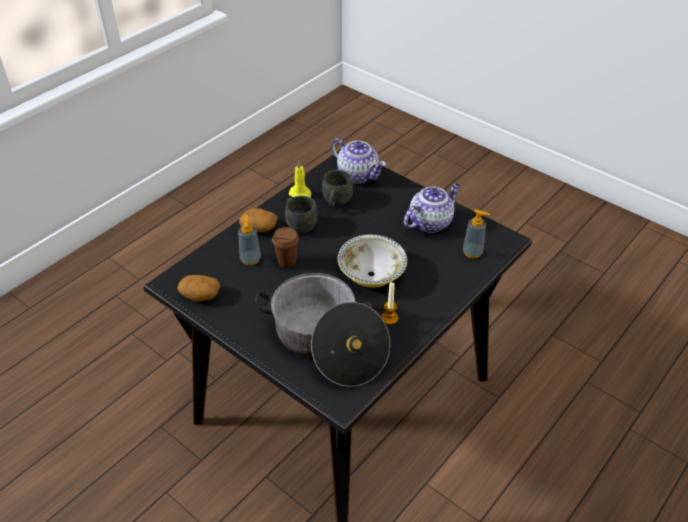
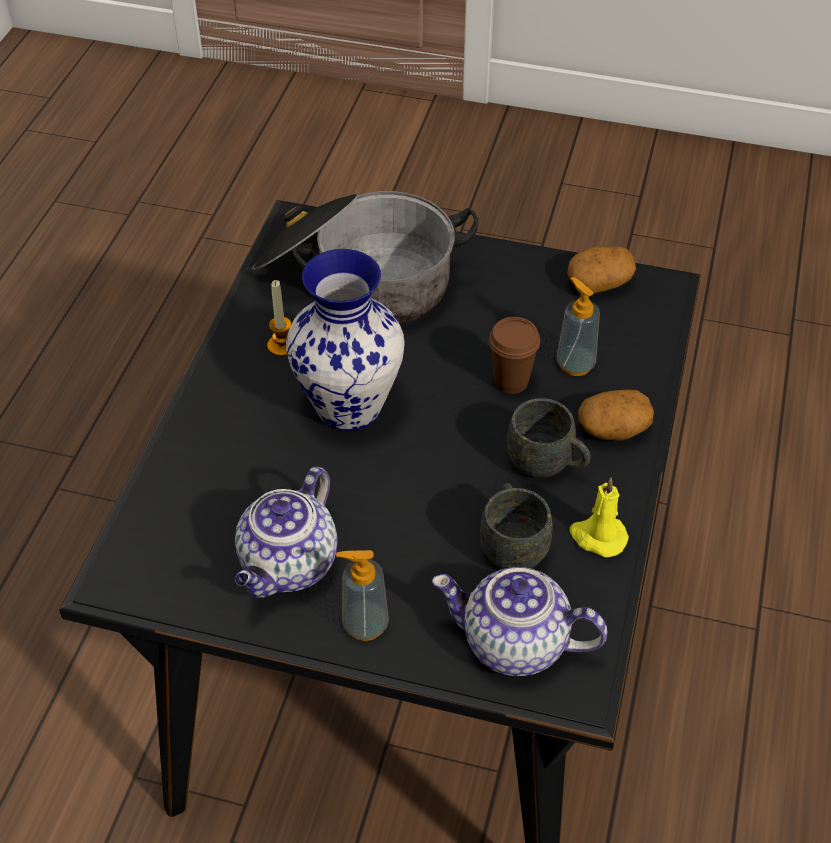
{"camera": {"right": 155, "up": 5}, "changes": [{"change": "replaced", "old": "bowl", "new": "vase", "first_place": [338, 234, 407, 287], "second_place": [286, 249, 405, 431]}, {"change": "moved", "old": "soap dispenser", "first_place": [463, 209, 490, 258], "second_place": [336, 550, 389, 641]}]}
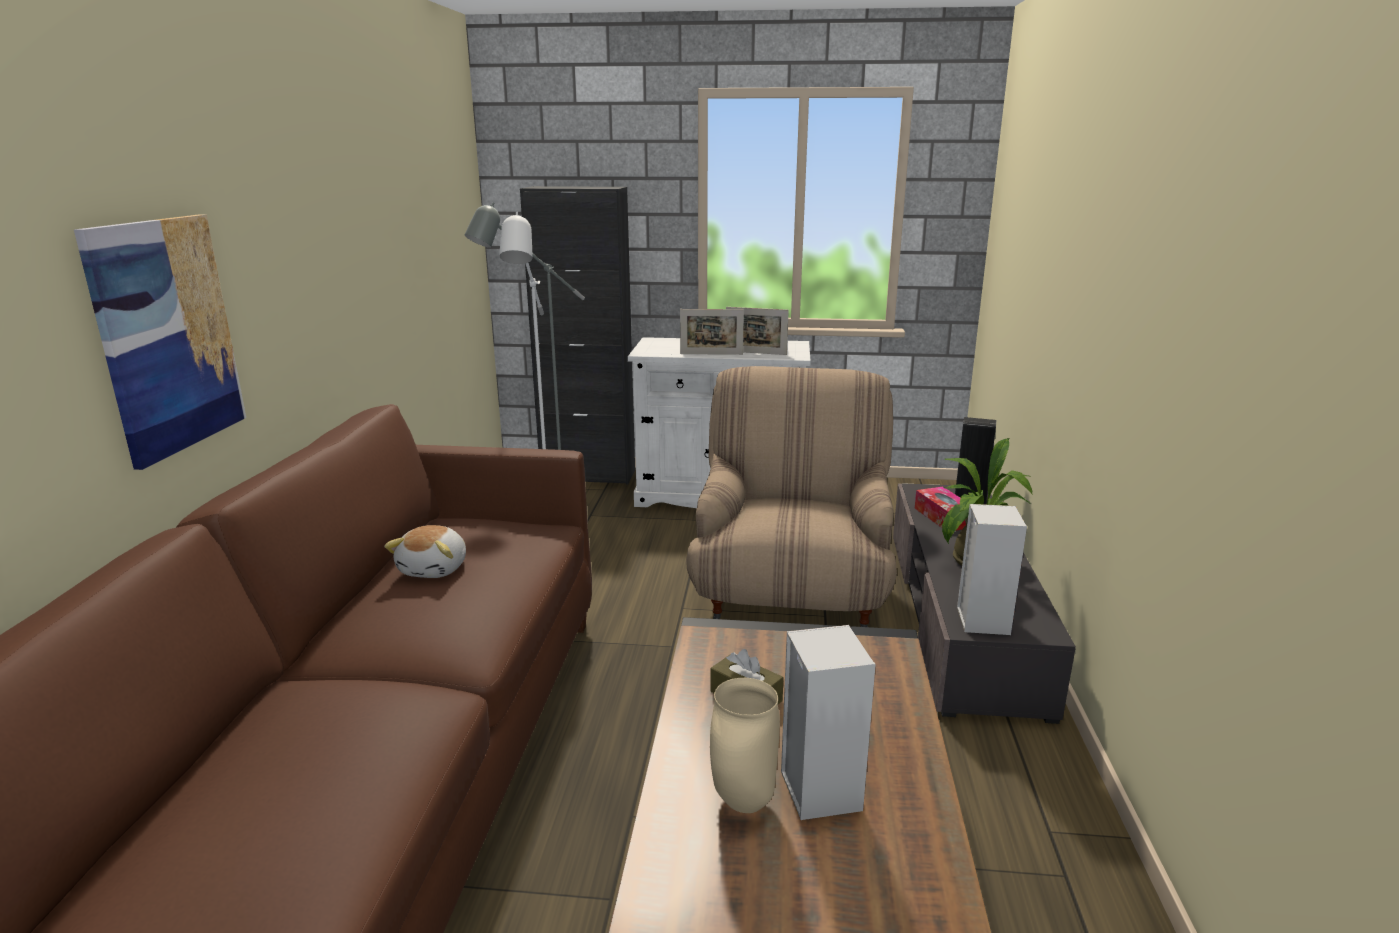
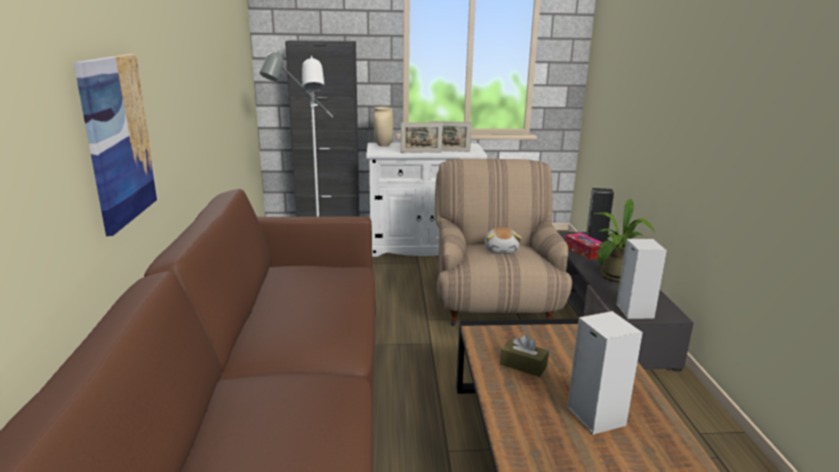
{"camera": {"right": -10, "up": 0}, "changes": [{"change": "moved", "old": "vase (beige)", "first_place": [710, 678, 780, 813], "second_place": [374, 107, 393, 147]}, {"change": "moved", "old": "plush toy", "first_place": [384, 525, 466, 578], "second_place": [485, 227, 522, 254]}]}
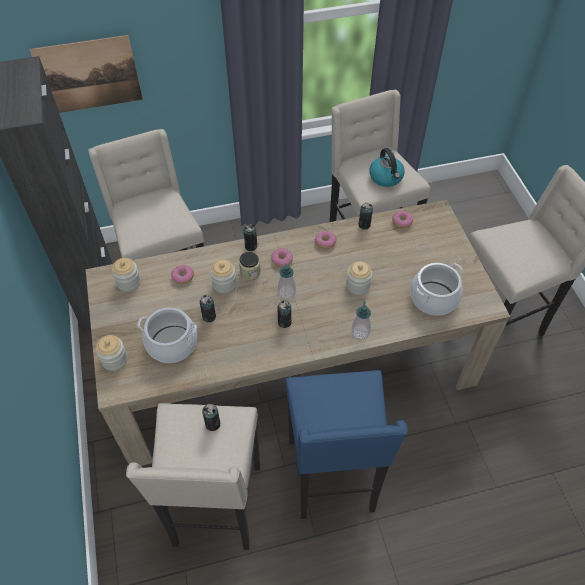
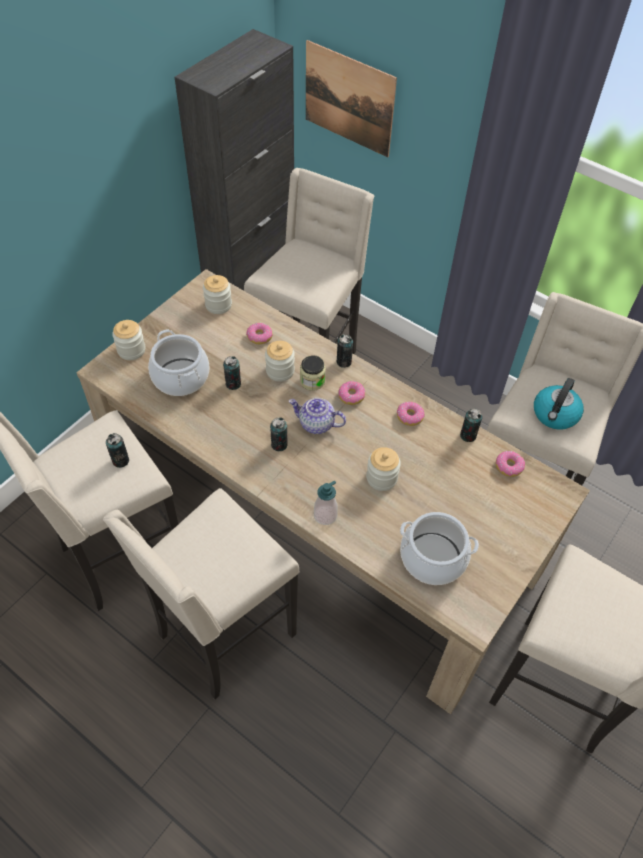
{"camera": {"right": 50, "up": 0}, "changes": [{"change": "recoloured", "old": "stool (blue)", "new": "stool (beige)", "first_place": [286, 370, 408, 519], "second_place": [103, 488, 299, 699]}, {"change": "replaced", "old": "soap dispenser", "new": "teapot", "first_place": [278, 265, 296, 299], "second_place": [289, 398, 346, 434]}]}
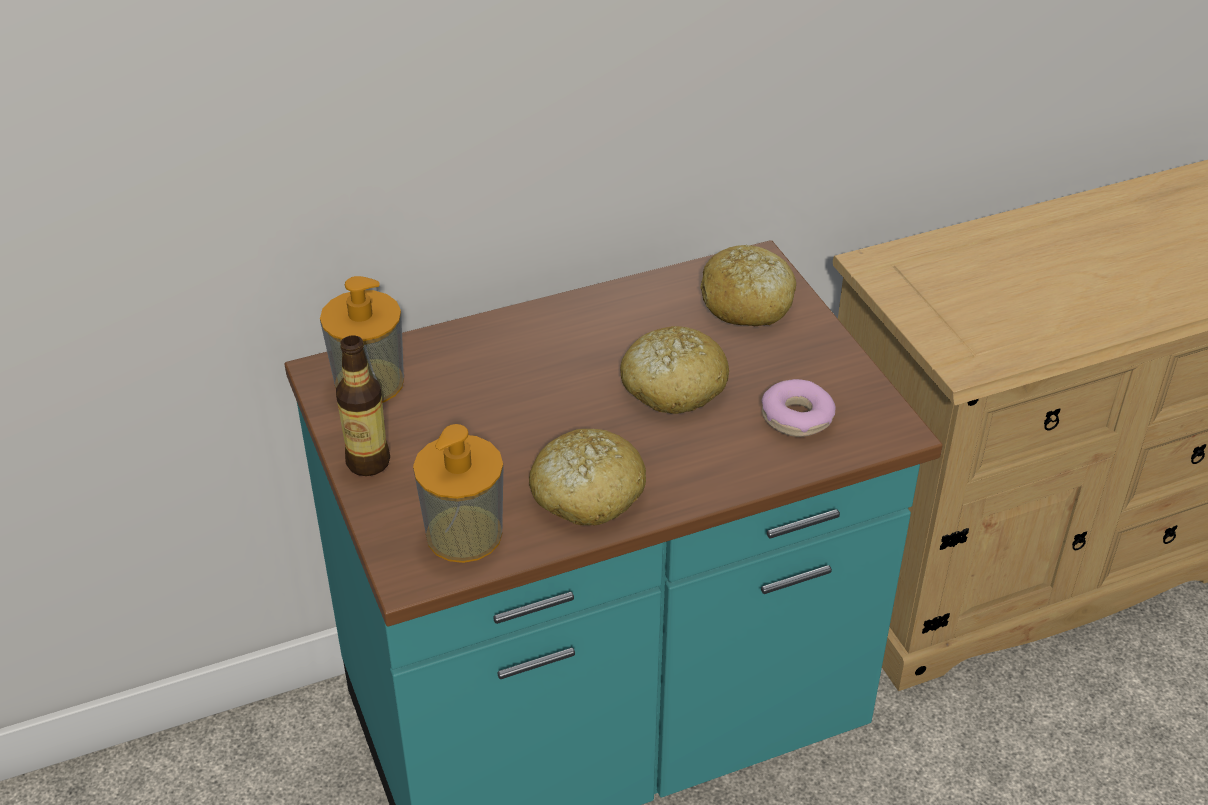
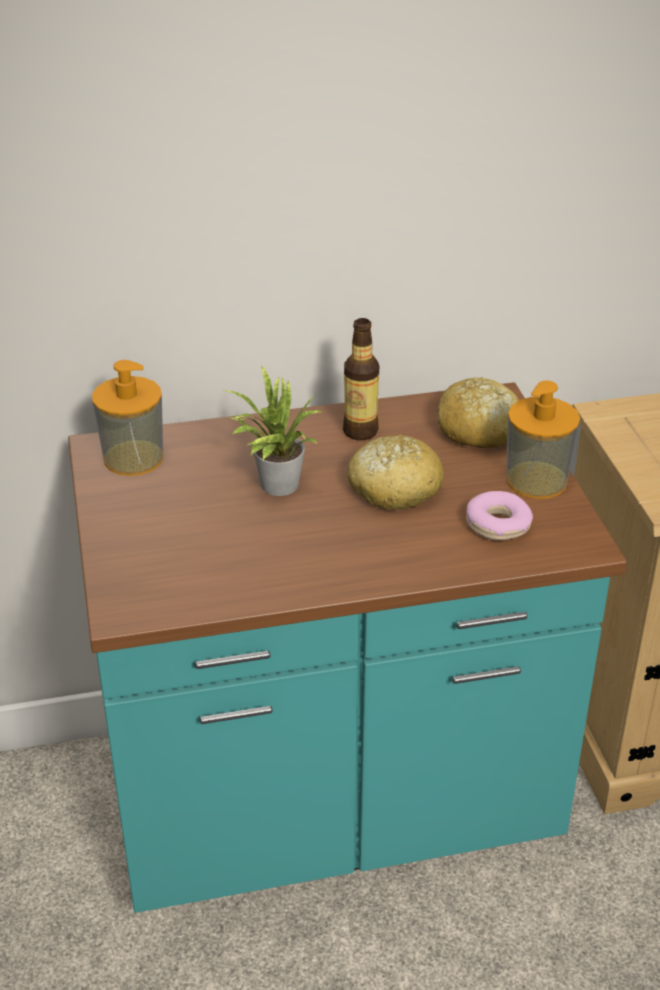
{"camera": {"right": 10, "up": -5}, "changes": [{"change": "added", "new": "potted plant", "second_place": [223, 365, 322, 496]}, {"change": "moved", "old": "bottle", "first_place": [336, 335, 390, 476], "second_place": [343, 318, 379, 440]}, {"change": "moved", "old": "soap dispenser", "first_place": [413, 424, 504, 563], "second_place": [506, 380, 580, 499]}, {"change": "removed", "old": "bread", "first_place": [529, 429, 646, 525]}]}
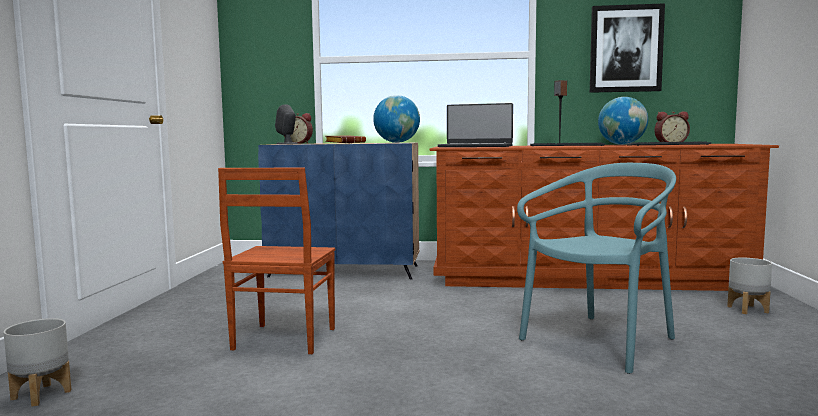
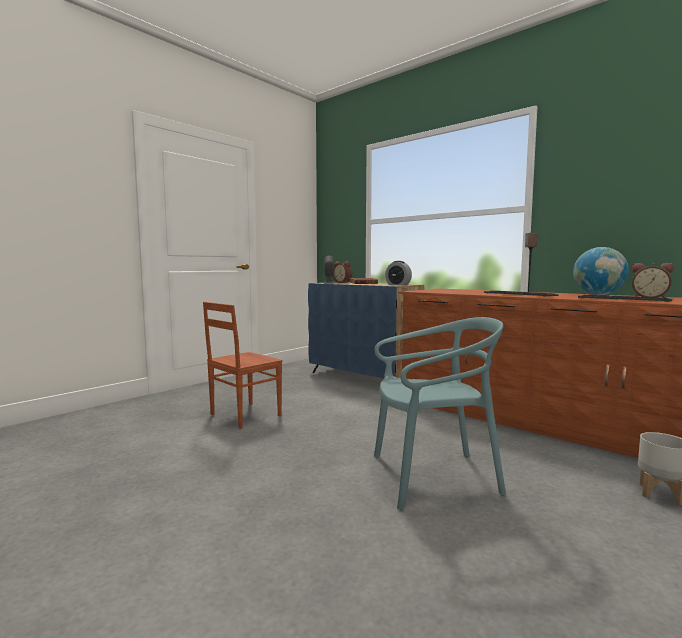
{"camera": {"right": 35, "up": 0}, "changes": [{"change": "replaced", "old": "globe", "new": "alarm clock", "first_place": [373, 95, 420, 143], "second_place": [385, 261, 412, 285]}, {"change": "removed", "old": "planter (grey)", "first_place": [3, 318, 71, 407]}, {"change": "removed", "old": "laptop", "first_place": [438, 103, 513, 147]}, {"change": "removed", "old": "picture", "first_place": [590, 3, 665, 93]}]}
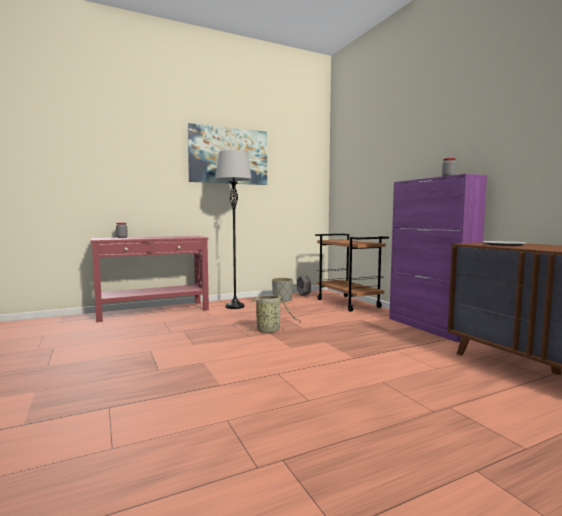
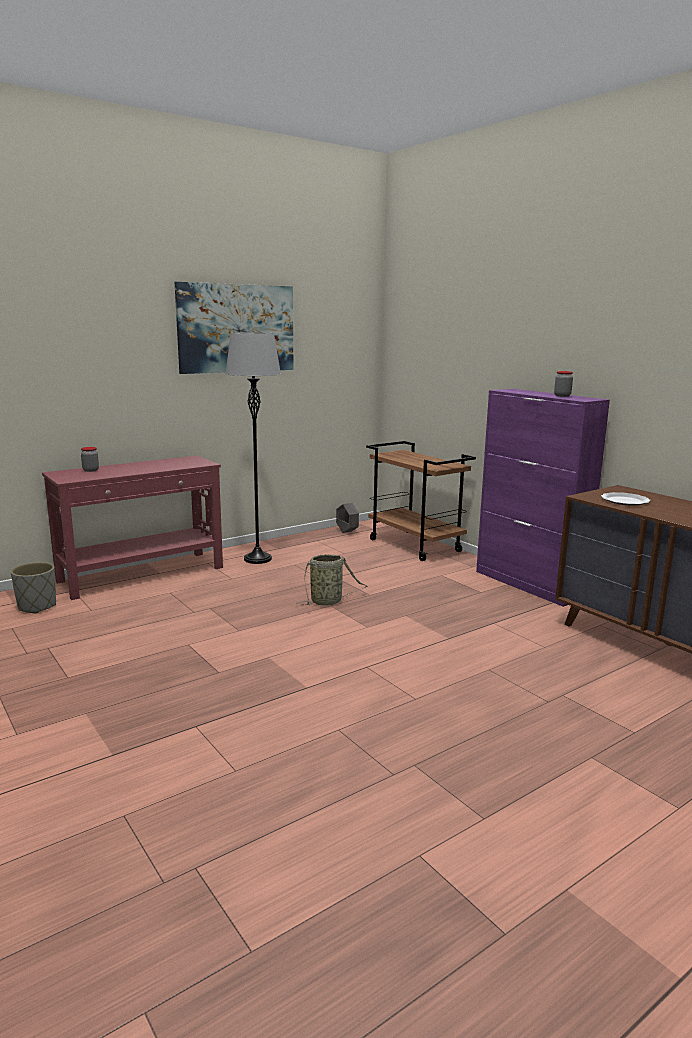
{"camera": {"right": -10, "up": 10}, "changes": [{"change": "moved", "old": "planter (grey)", "first_place": [272, 278, 293, 303], "second_place": [11, 562, 56, 614]}]}
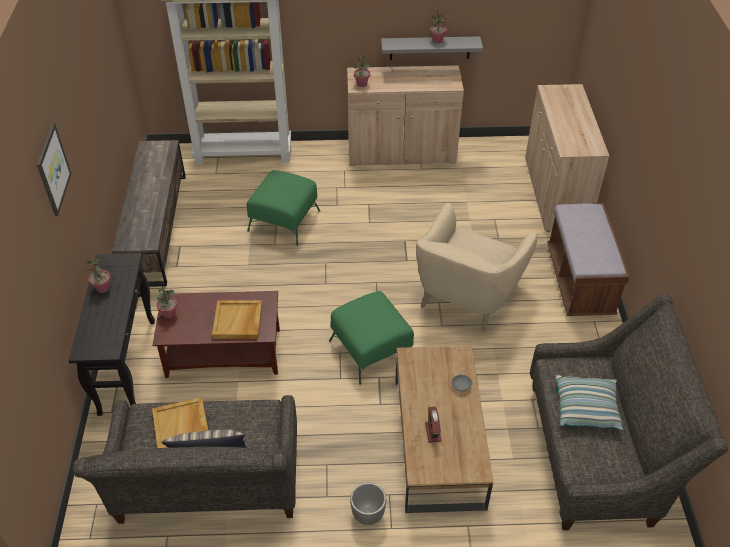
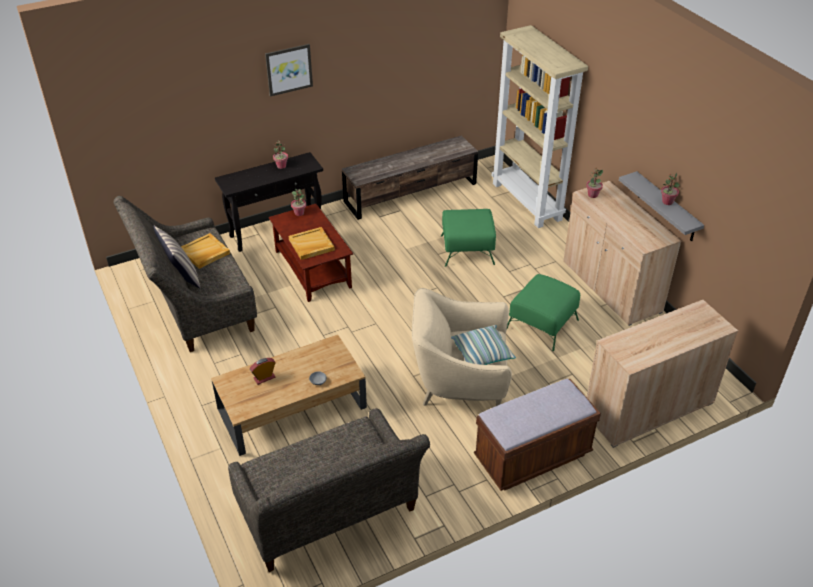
{"camera": {"right": 65, "up": -5}, "changes": [{"change": "moved", "old": "pillow", "first_place": [555, 374, 623, 430], "second_place": [451, 325, 516, 365]}, {"change": "moved", "old": "ottoman (green)", "first_place": [329, 291, 414, 385], "second_place": [507, 274, 580, 351]}, {"change": "removed", "old": "planter", "first_place": [350, 483, 386, 525]}]}
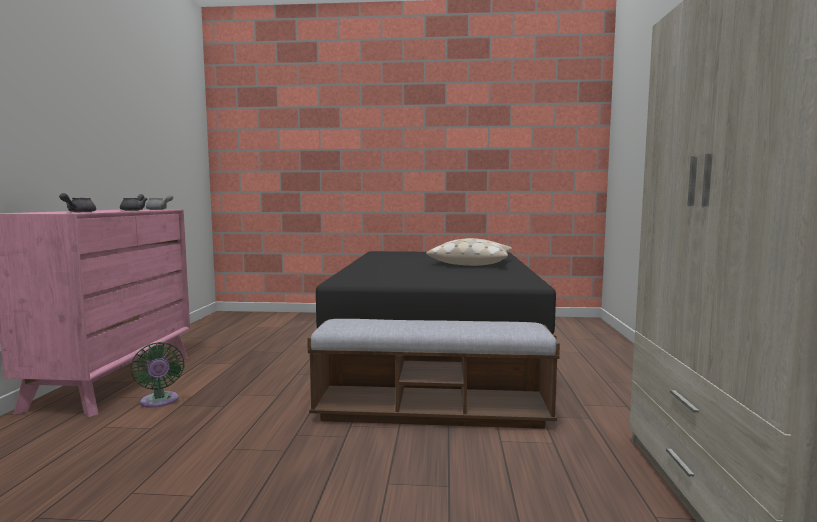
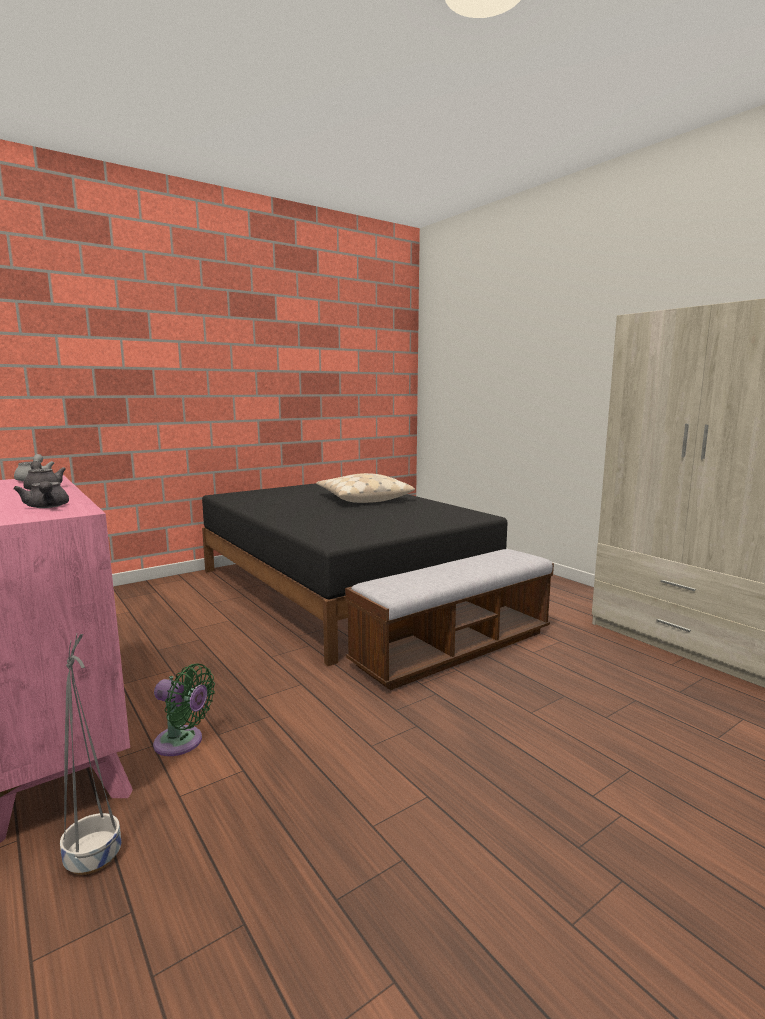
{"camera": {"right": -40, "up": 5}, "changes": [{"change": "added", "new": "planter (grey)", "second_place": [60, 634, 121, 875]}]}
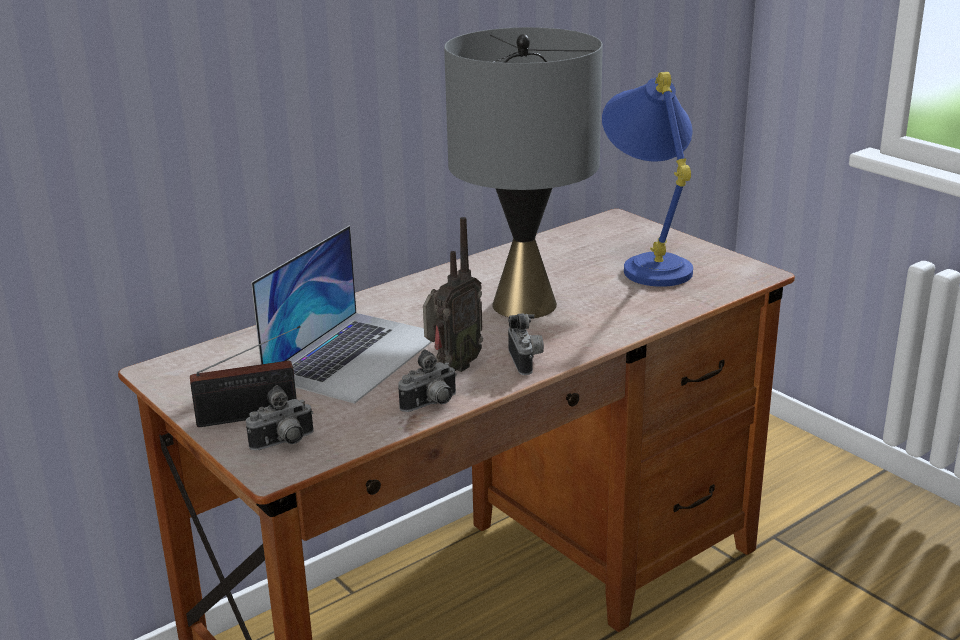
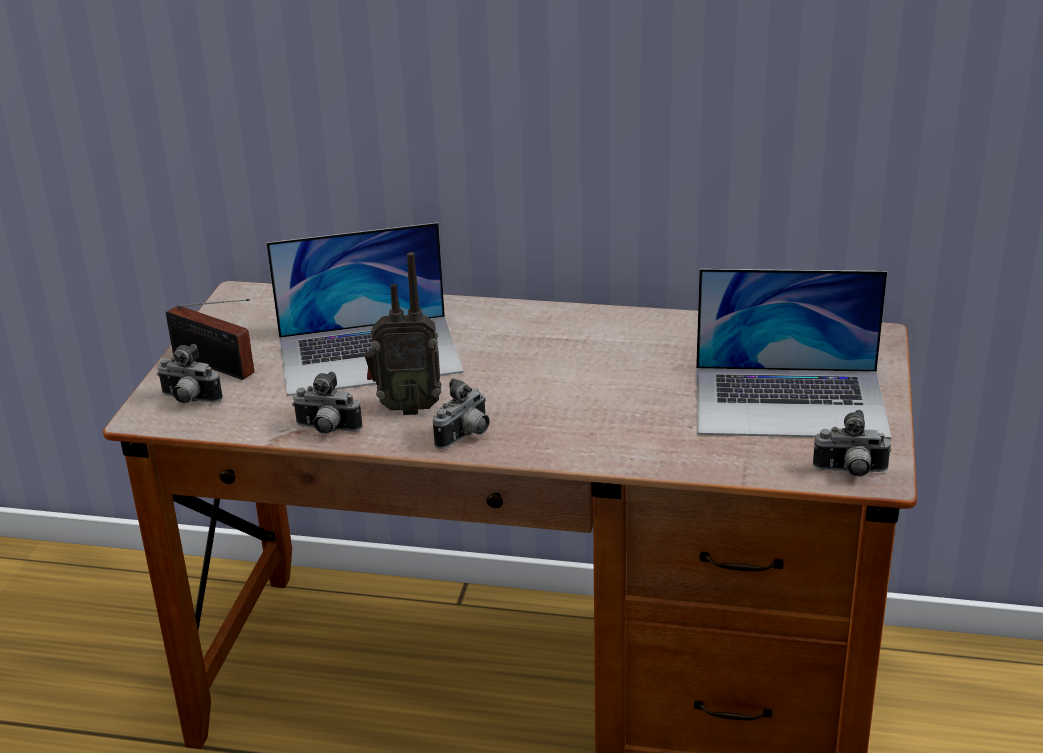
{"camera": {"right": 50, "up": 5}, "changes": [{"change": "replaced", "old": "table lamp (blue)", "new": "laptop", "first_place": [602, 72, 693, 287], "second_place": [696, 269, 891, 439]}, {"change": "added", "new": "photo camera", "second_place": [813, 410, 891, 477]}, {"change": "removed", "old": "table lamp (grey)", "first_place": [444, 27, 603, 318]}]}
